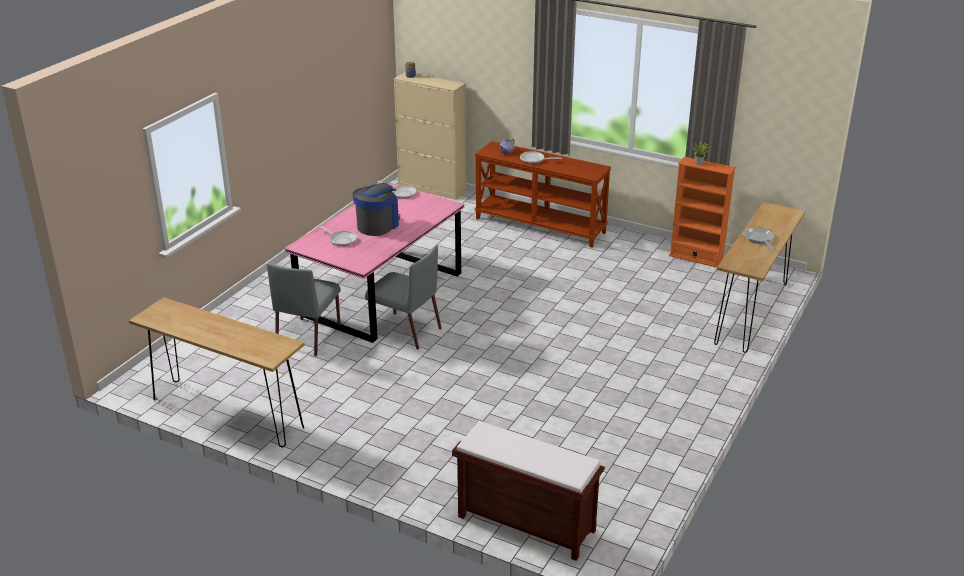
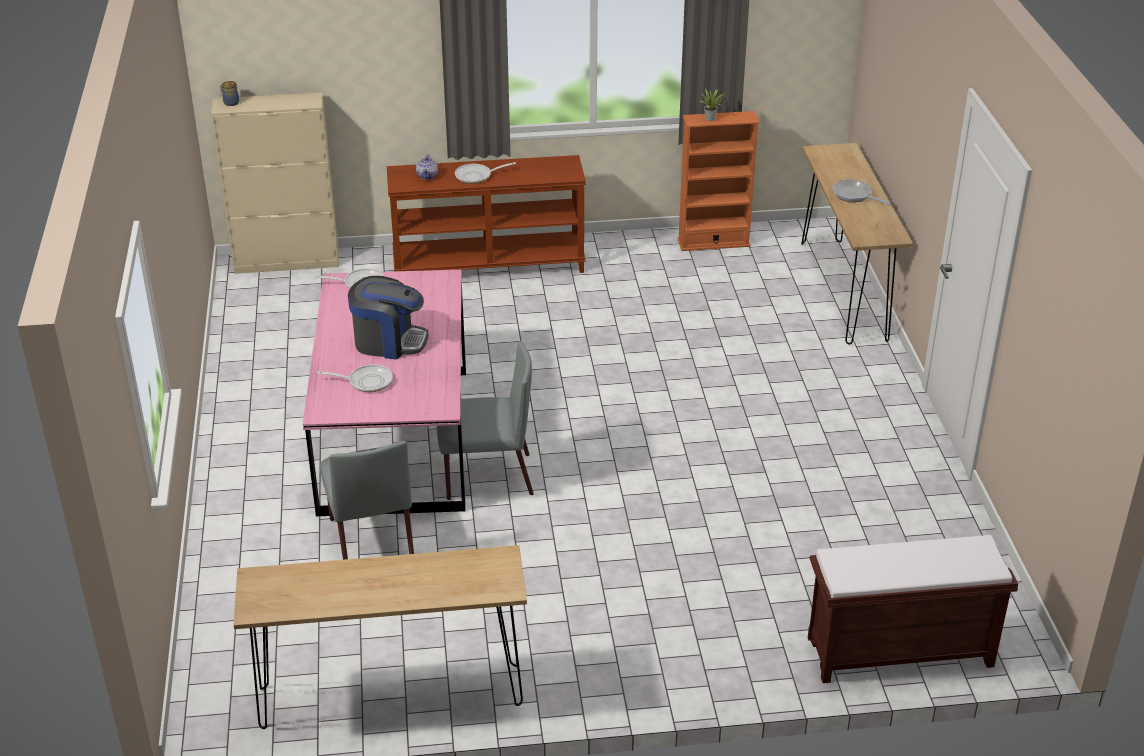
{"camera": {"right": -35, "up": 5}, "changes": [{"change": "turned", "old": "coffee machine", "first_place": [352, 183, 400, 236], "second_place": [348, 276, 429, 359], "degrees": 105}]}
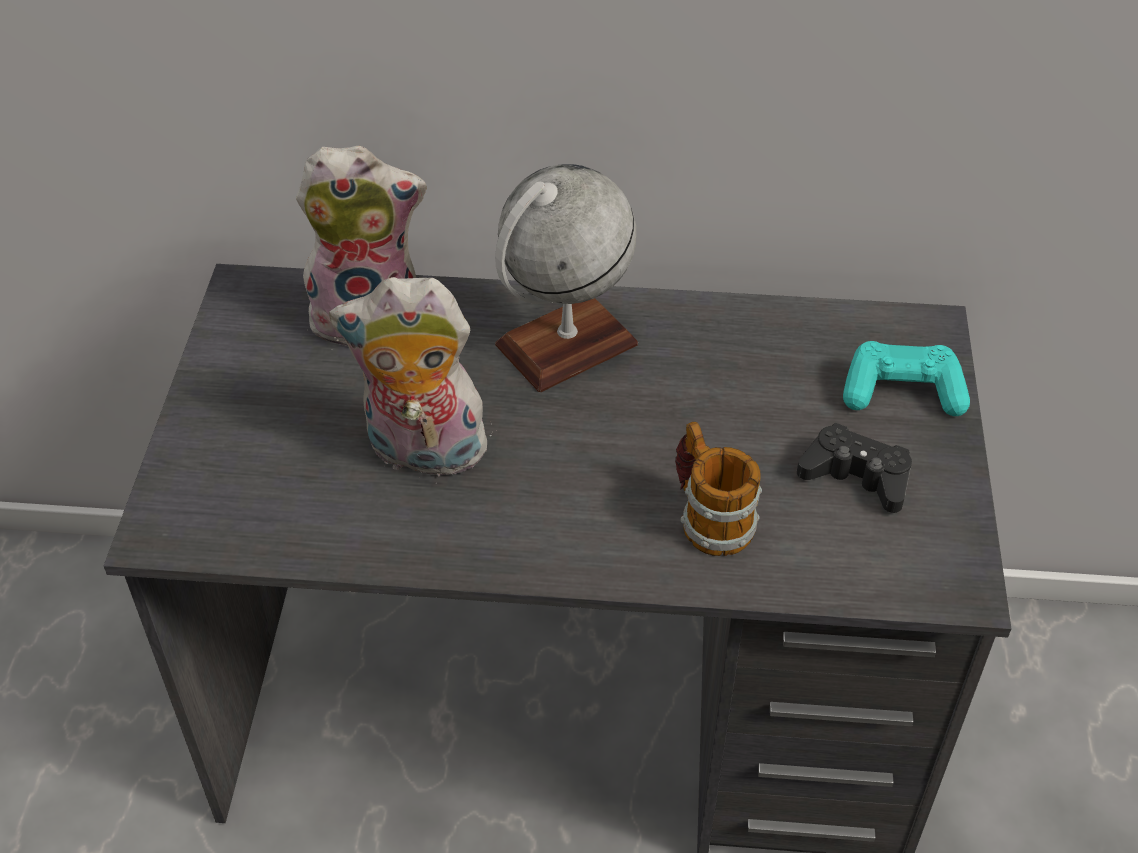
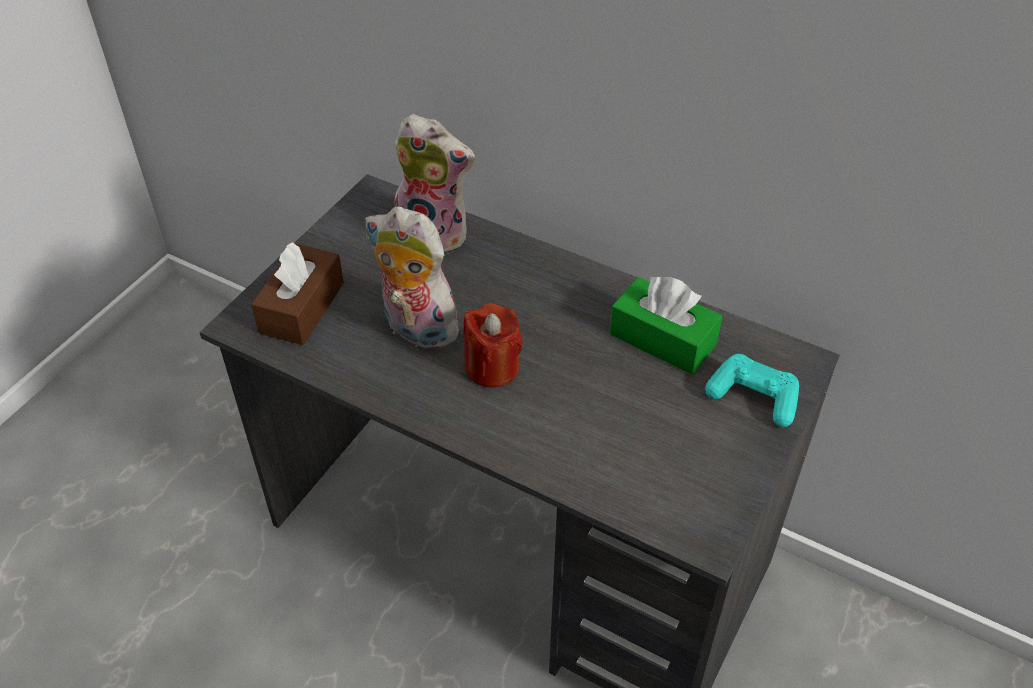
{"camera": {"right": 25, "up": 0}, "changes": [{"change": "added", "new": "tissue box (brown)", "second_place": [251, 242, 344, 345]}, {"change": "added", "new": "candle (red)", "second_place": [464, 303, 523, 388]}, {"change": "added", "new": "tissue box (green)", "second_place": [610, 276, 723, 375]}, {"change": "removed", "old": "globe", "first_place": [495, 164, 638, 392]}, {"change": "removed", "old": "mug", "first_place": [675, 422, 762, 556]}, {"change": "removed", "old": "game controller (black)", "first_place": [797, 423, 912, 513]}]}
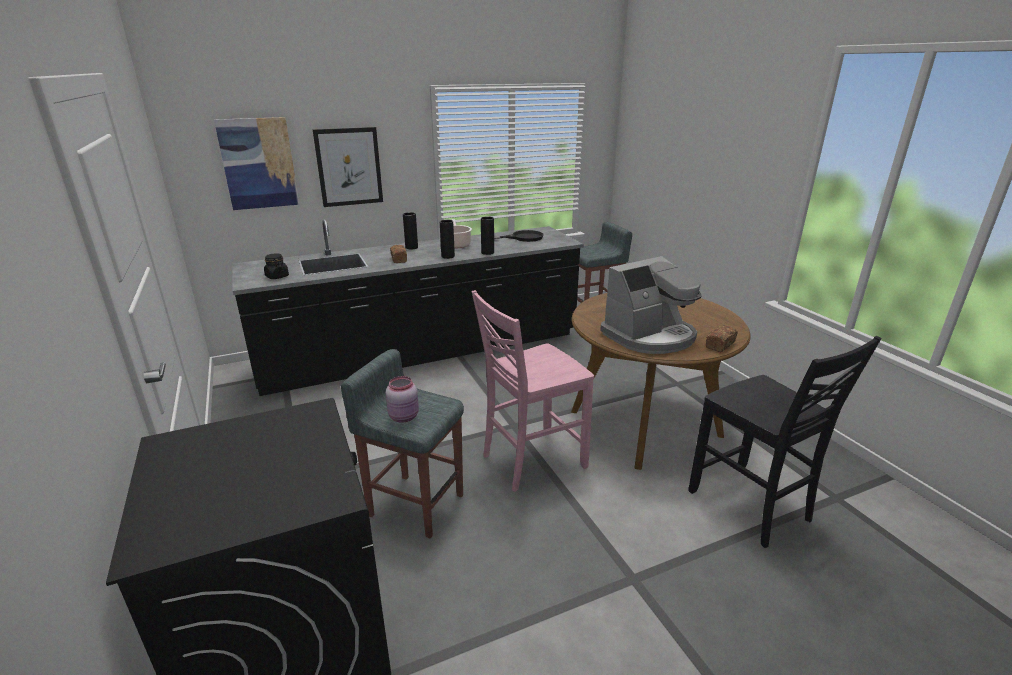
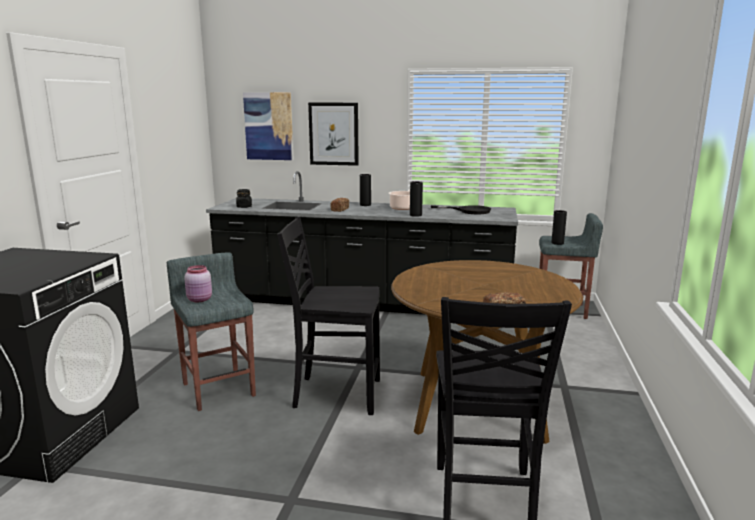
{"camera": {"right": 35, "up": -10}, "changes": [{"change": "recoloured", "old": "chair (pink)", "new": "chair (black)", "first_place": [472, 290, 594, 492], "second_place": [277, 217, 380, 415]}, {"change": "moved", "old": "vase (black)", "first_place": [440, 220, 455, 259], "second_place": [551, 210, 567, 245]}, {"change": "removed", "old": "coffee machine", "first_place": [600, 256, 701, 354]}]}
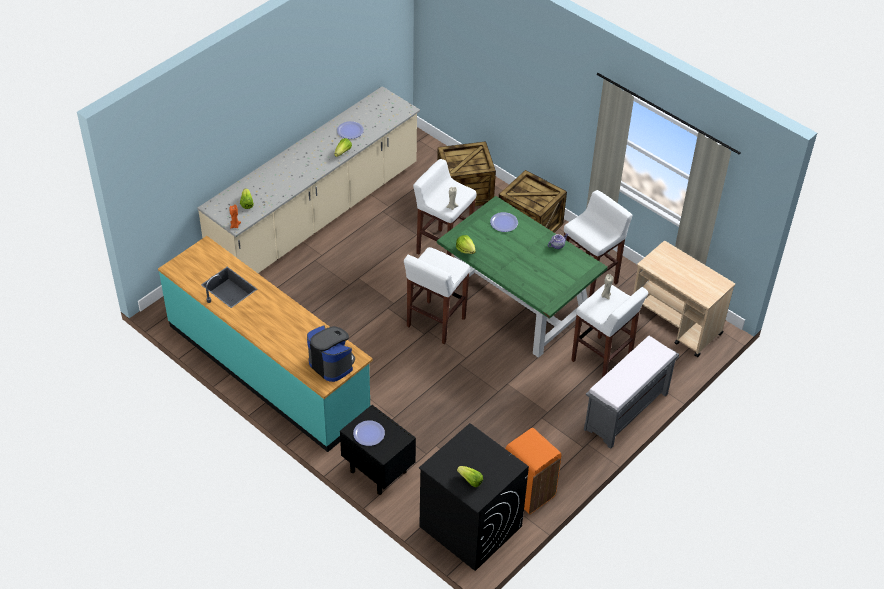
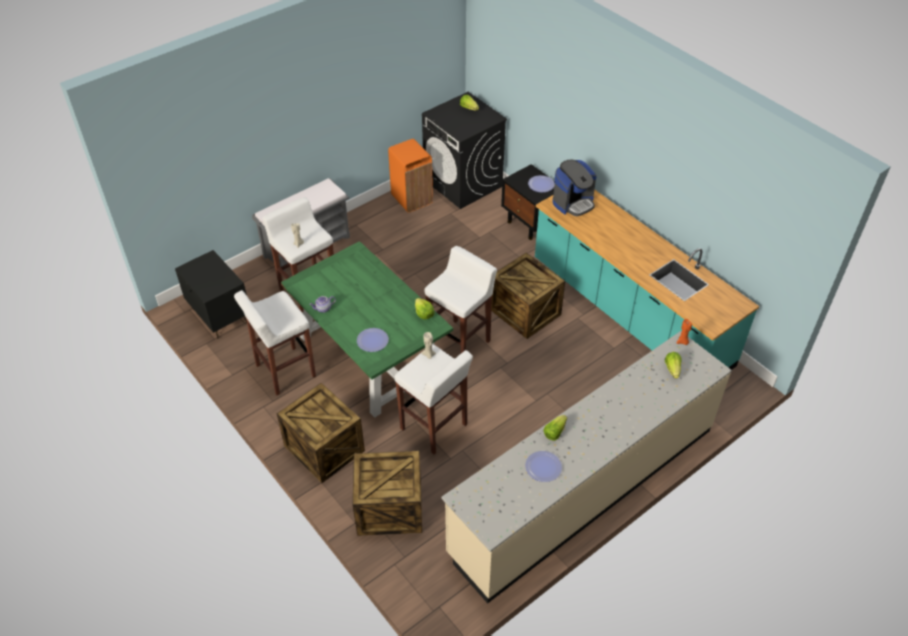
{"camera": {"right": -170, "up": 0}, "changes": [{"change": "replaced", "old": "cart (beige)", "new": "nightstand (black)", "first_place": [633, 241, 735, 357], "second_place": [175, 250, 247, 338]}, {"change": "added", "new": "crate", "second_place": [491, 253, 565, 339]}, {"change": "turned", "old": "coffee machine", "first_place": [307, 325, 355, 382], "second_place": [553, 160, 597, 216], "degrees": -90}]}
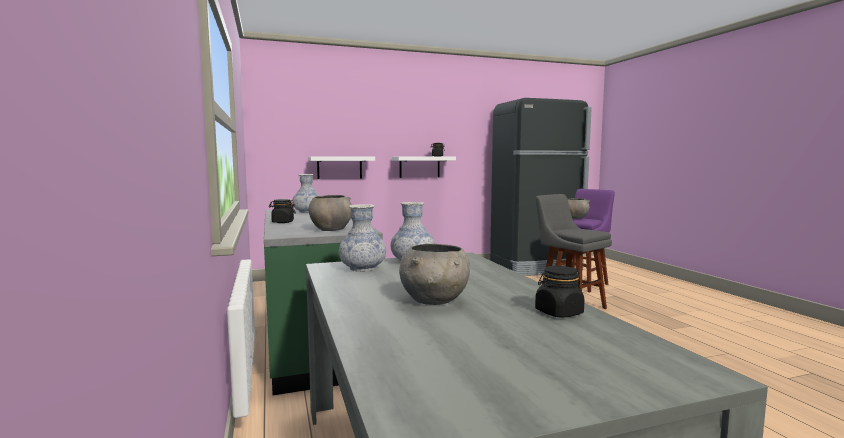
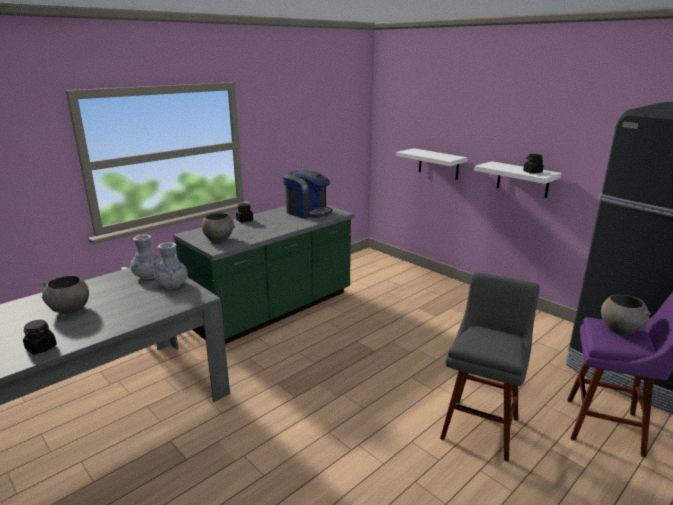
{"camera": {"right": 65, "up": 15}, "changes": [{"change": "replaced", "old": "vase", "new": "coffee machine", "first_place": [292, 174, 319, 213], "second_place": [283, 170, 333, 219]}]}
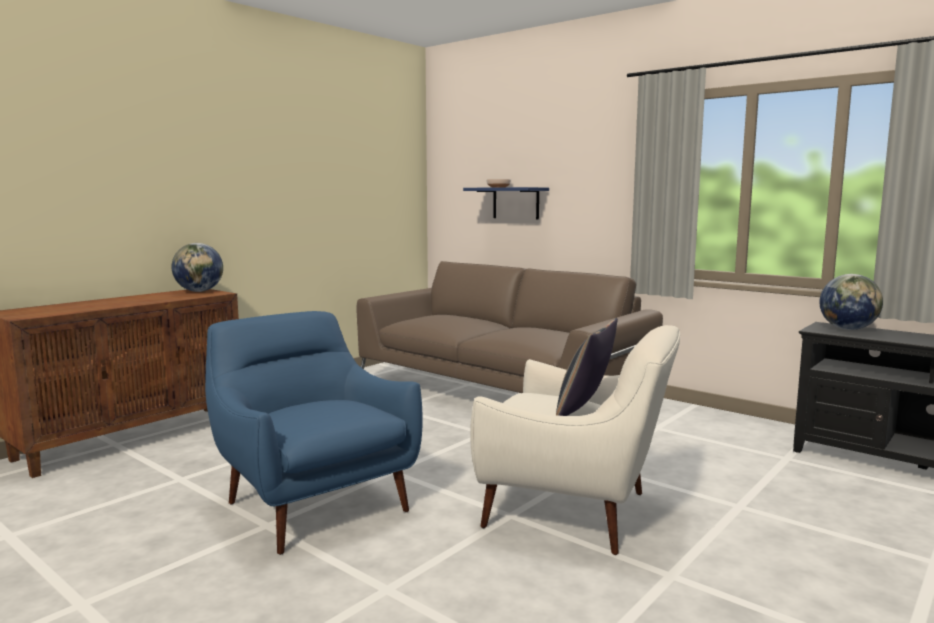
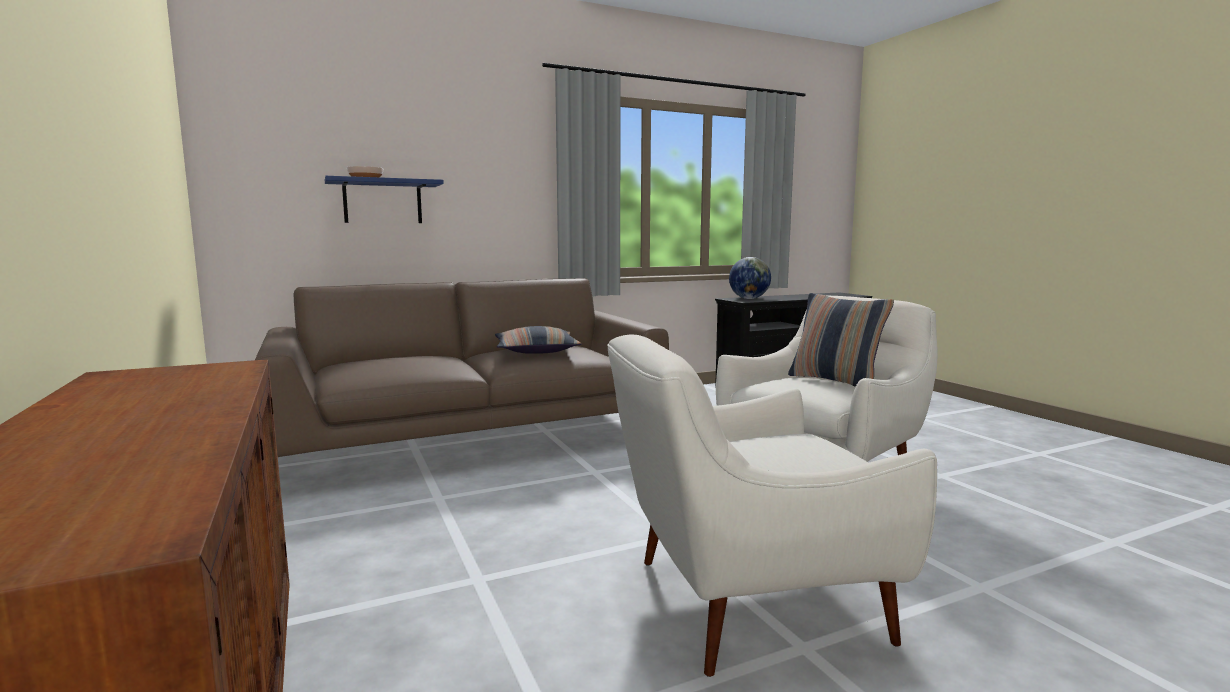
{"camera": {"right": -65, "up": 0}, "changes": [{"change": "added", "new": "pillow", "second_place": [495, 326, 581, 354]}, {"change": "recoloured", "old": "armchair (blue)", "new": "armchair (white)", "first_place": [205, 311, 423, 555], "second_place": [607, 334, 937, 677]}, {"change": "removed", "old": "globe", "first_place": [172, 243, 223, 292]}]}
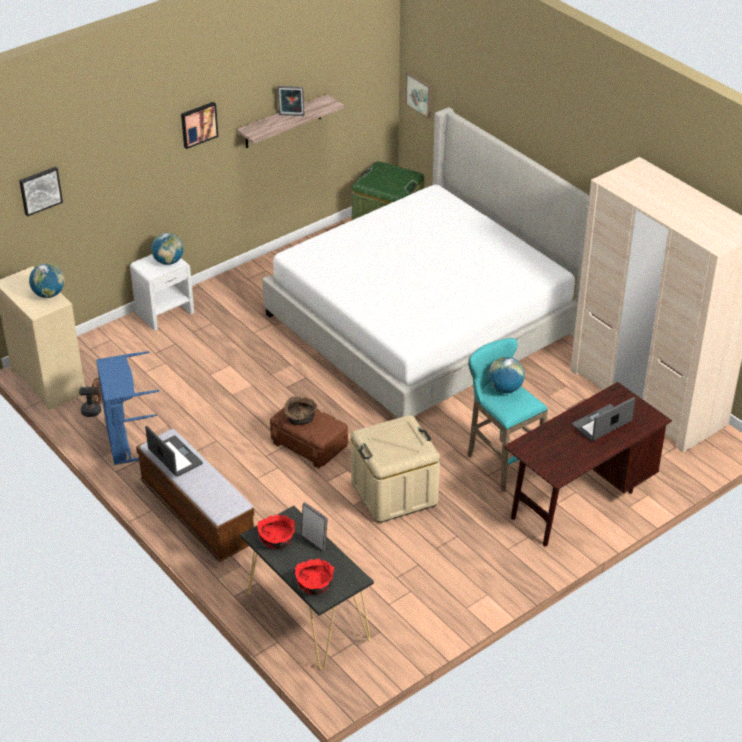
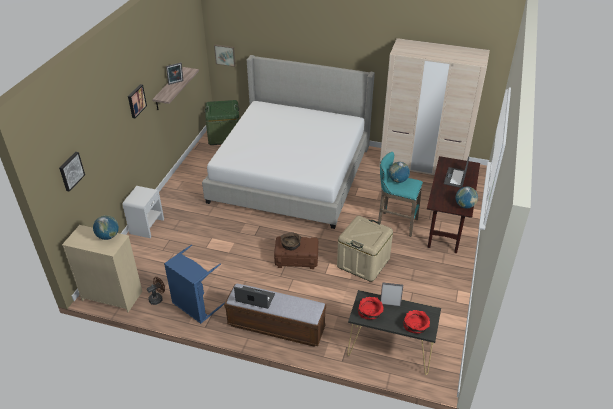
{"camera": {"right": -35, "up": 0}, "changes": [{"change": "moved", "old": "globe", "first_place": [151, 233, 183, 265], "second_place": [456, 187, 478, 208]}]}
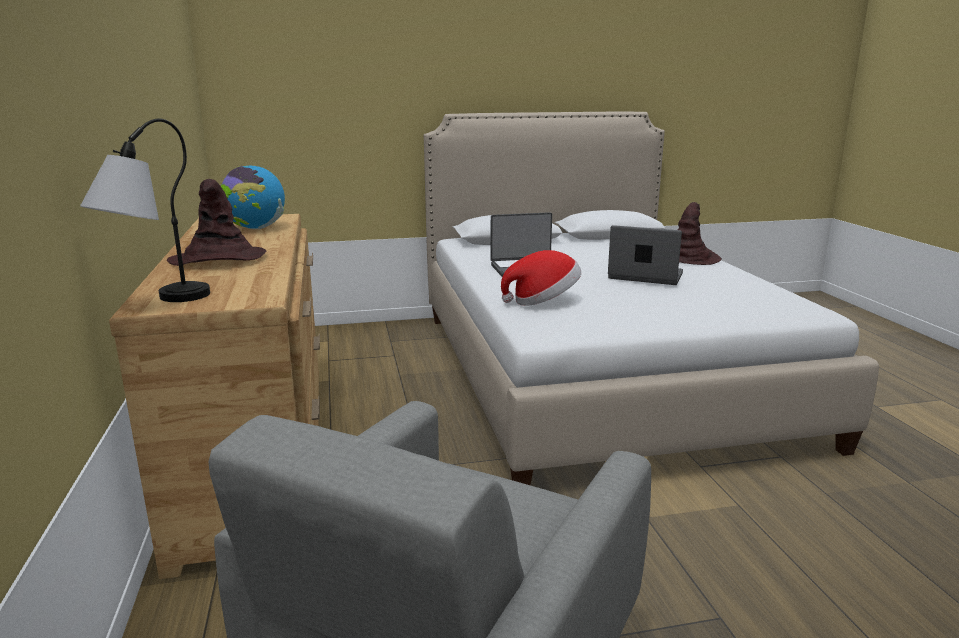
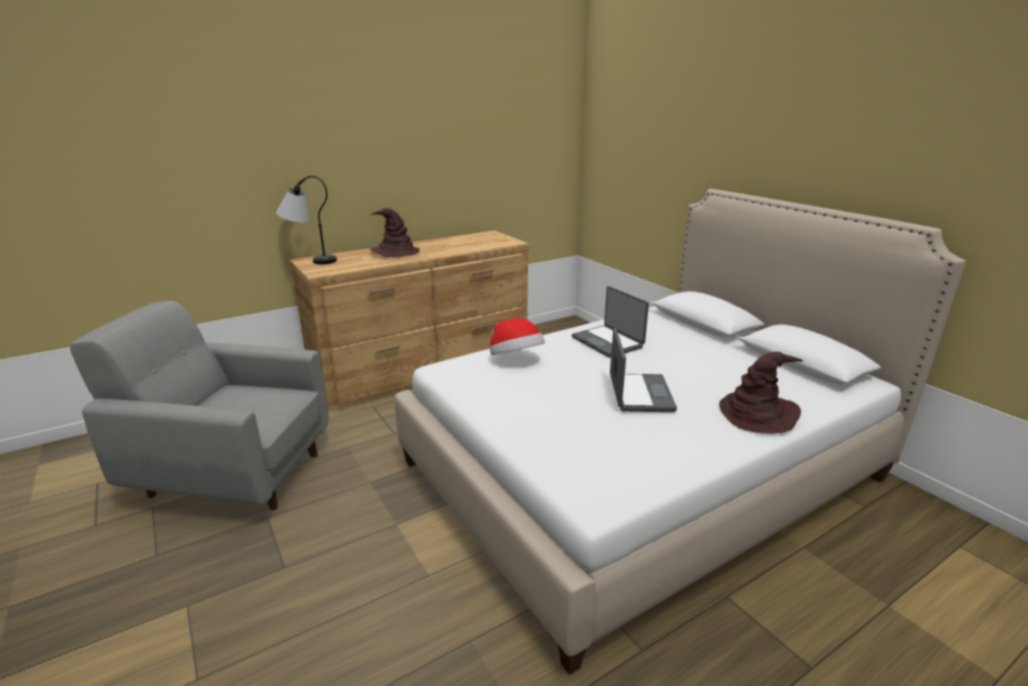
{"camera": {"right": 70, "up": 5}, "changes": [{"change": "removed", "old": "globe", "first_place": [221, 166, 285, 229]}]}
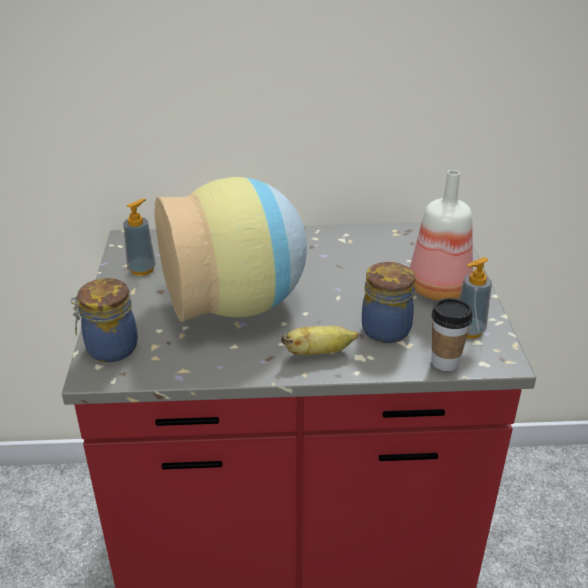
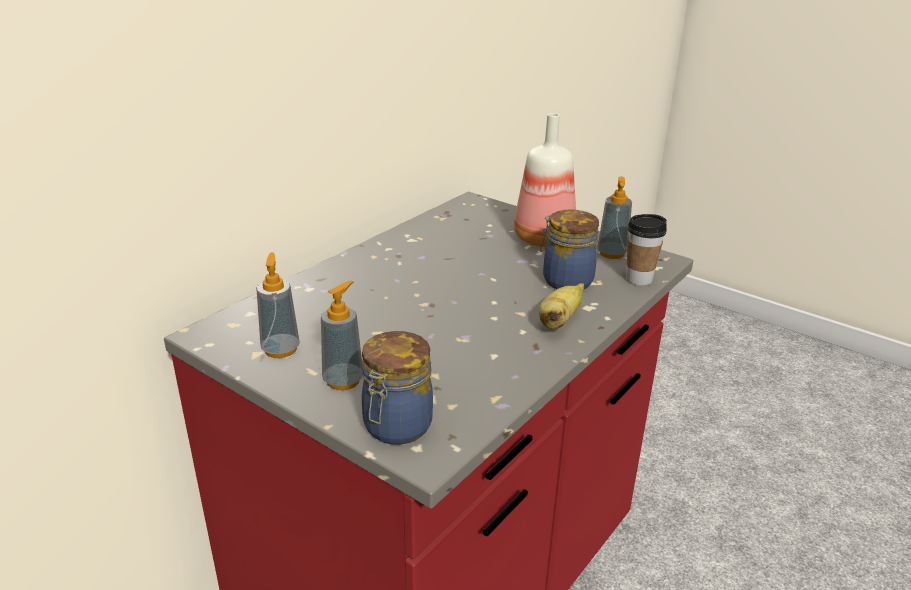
{"camera": {"right": -50, "up": -5}, "changes": [{"change": "added", "new": "soap dispenser", "second_place": [321, 280, 363, 390]}, {"change": "removed", "old": "vase", "first_place": [154, 177, 307, 322]}]}
